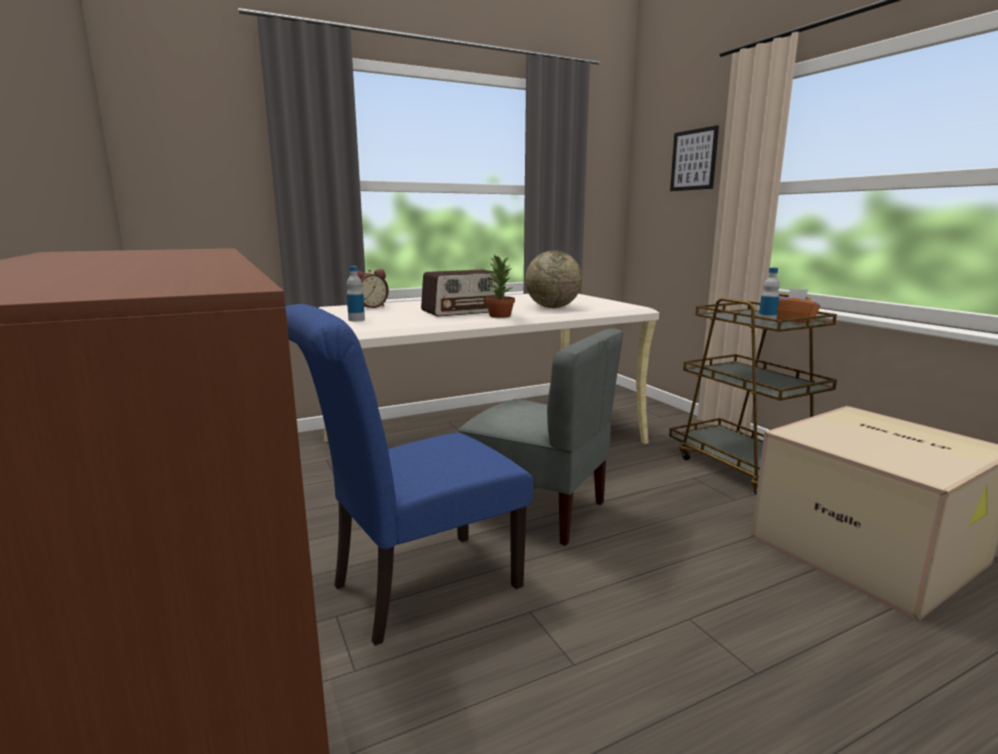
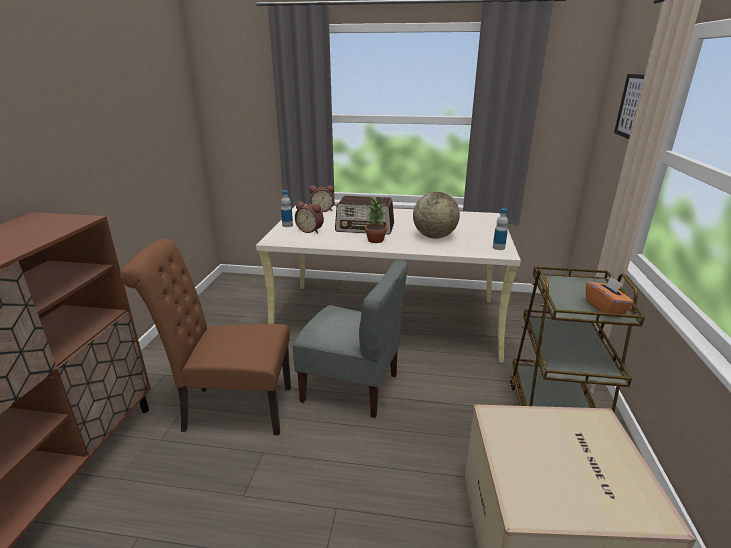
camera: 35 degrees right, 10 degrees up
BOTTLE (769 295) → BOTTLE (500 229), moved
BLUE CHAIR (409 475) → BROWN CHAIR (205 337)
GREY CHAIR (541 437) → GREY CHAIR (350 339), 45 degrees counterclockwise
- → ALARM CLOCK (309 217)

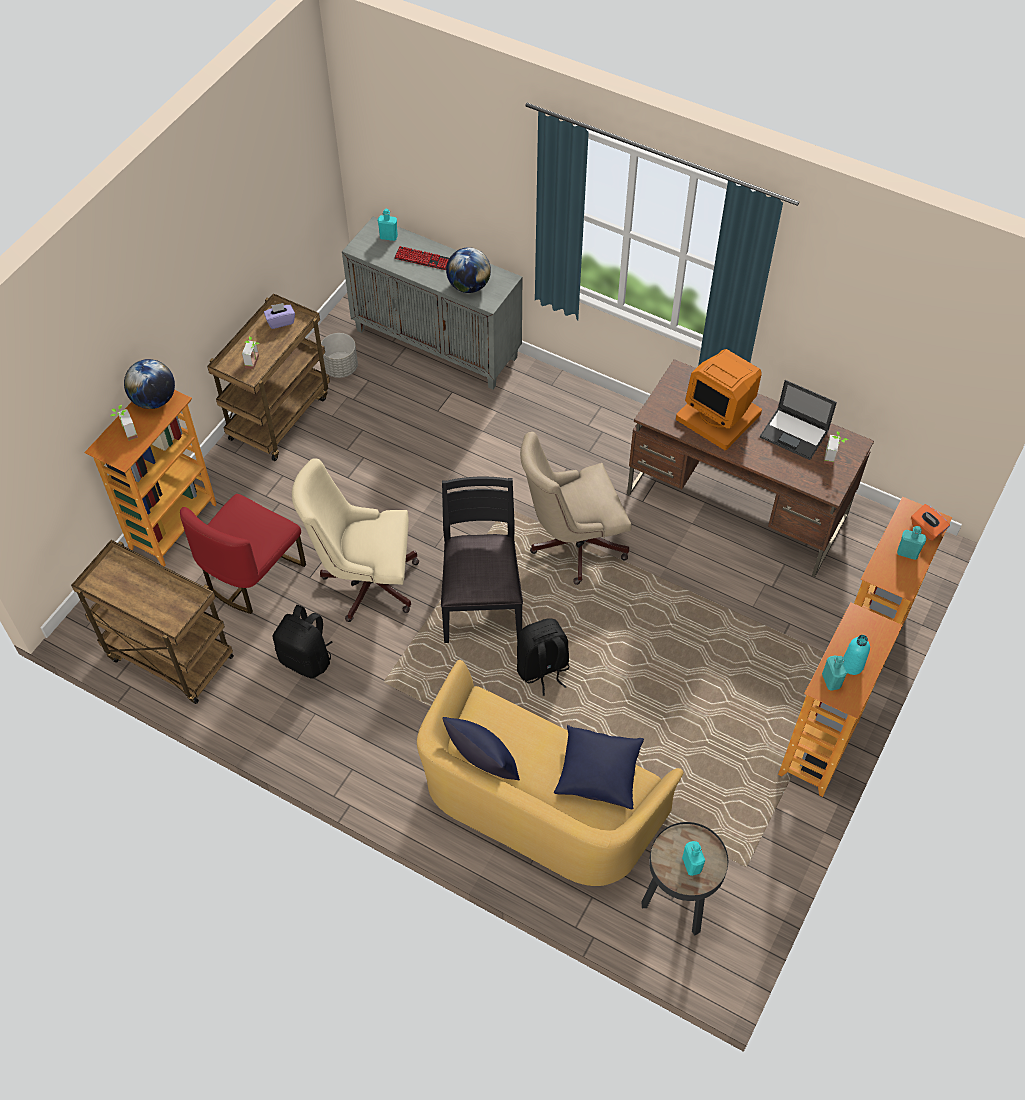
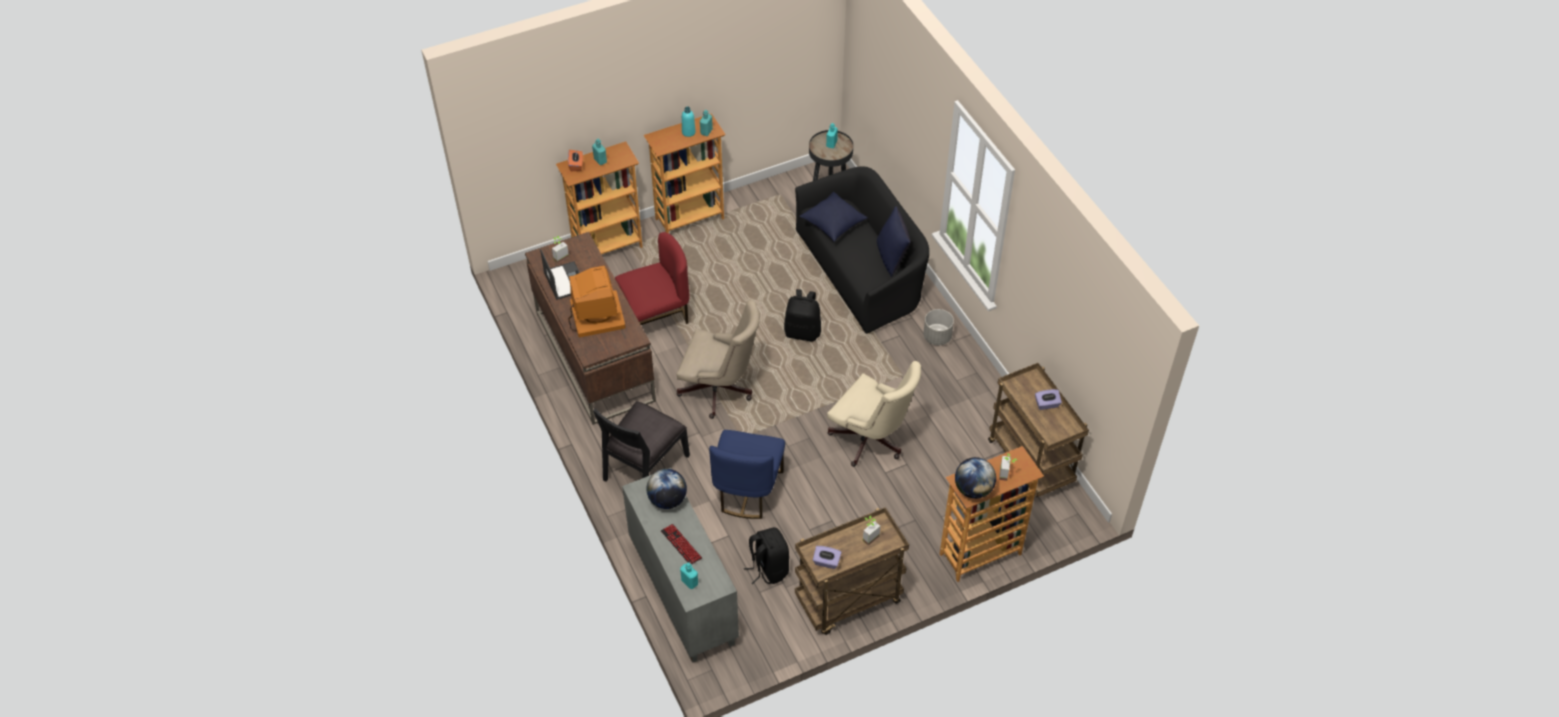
camera: 145 degrees left, 5 degrees down
GREY PLANTER (339 355) → GREY PLANTER (938 327), moved
BLACK CHAIR (482 560) → BLACK CHAIR (641 441), moved
RED CHAIR (243 554) → RED CHAIR (652 278), moved
BLACK BACKPACK (302 642) → BLACK BACKPACK (766 555), moved
YELLOW SOFA (550 773) → BLACK SOFA (862 250)
- → PURPLE TISSUE BOX (1048 399)
- → BLUE CHAIR (747 474)

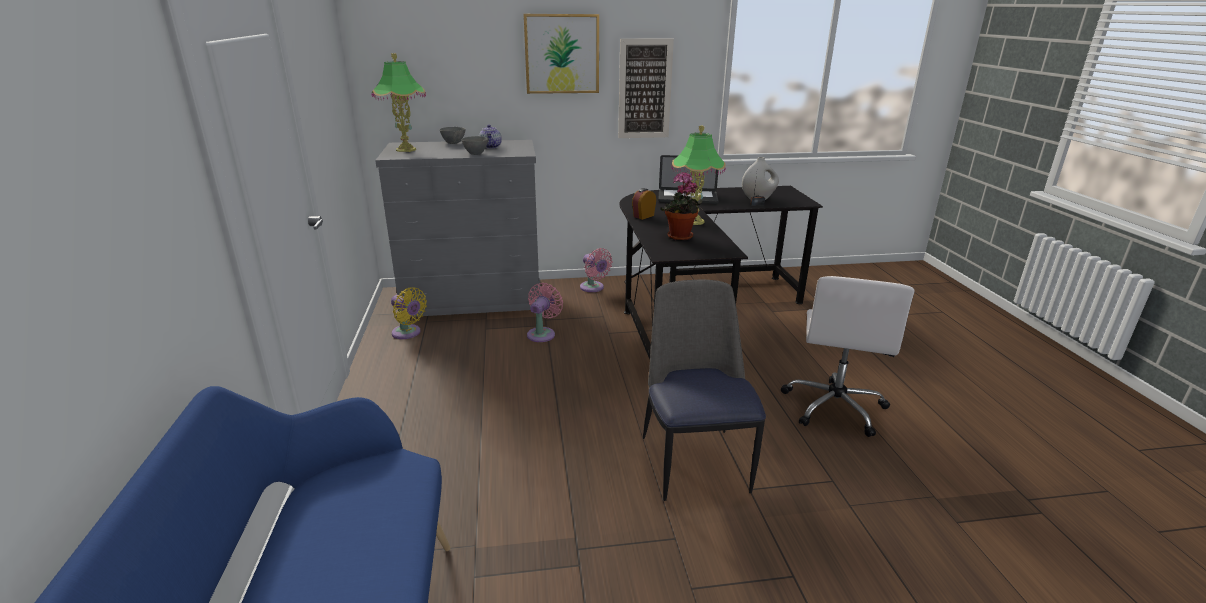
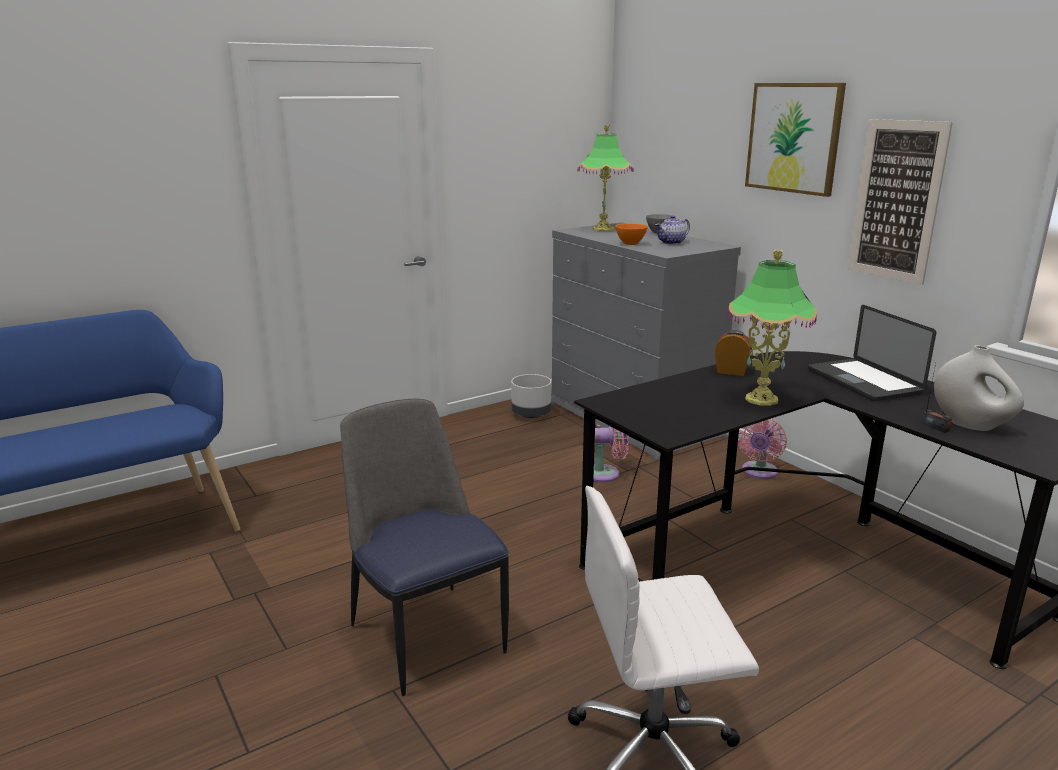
camera: 65 degrees right, 5 degrees down
GREY BOWL (474 145) → ORANGE BOWL (631 234)
POTTED PLANT (681 206) → -
CHAIR (704 390) → CHAIR (424 547), 90 degrees counterclockwise
YELLOW FAN (409 313) → GREY PLANTER (531 396)

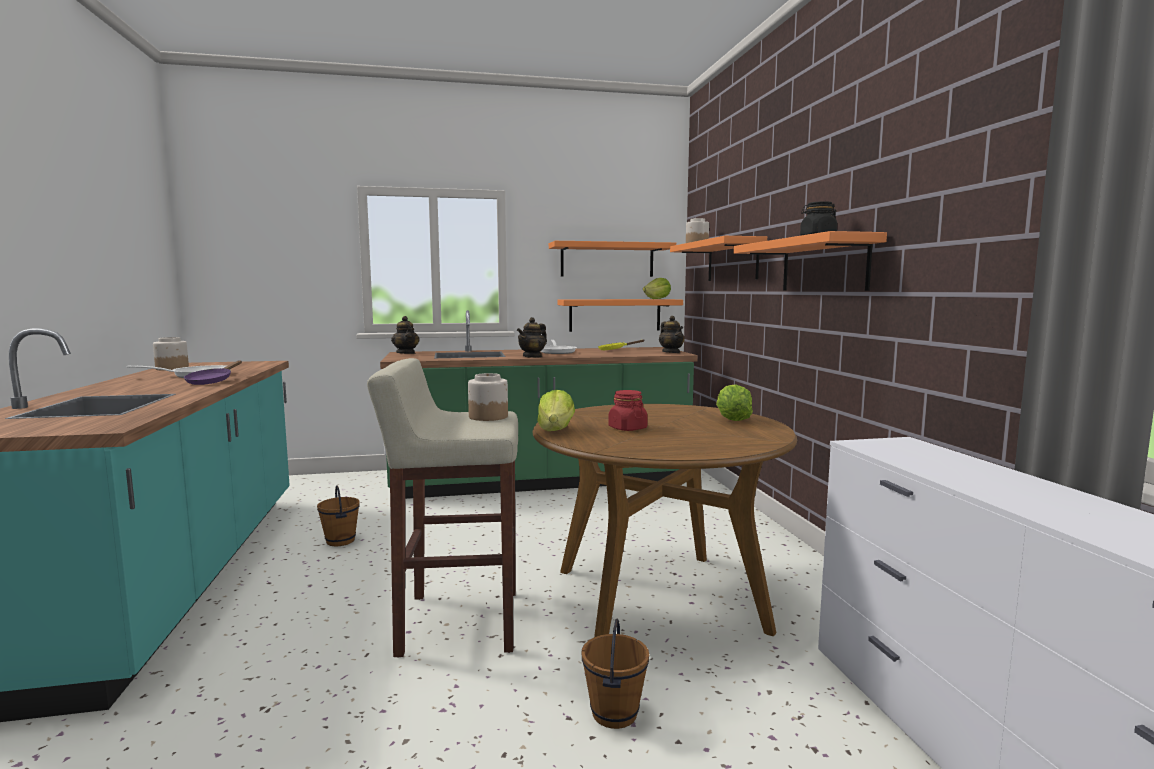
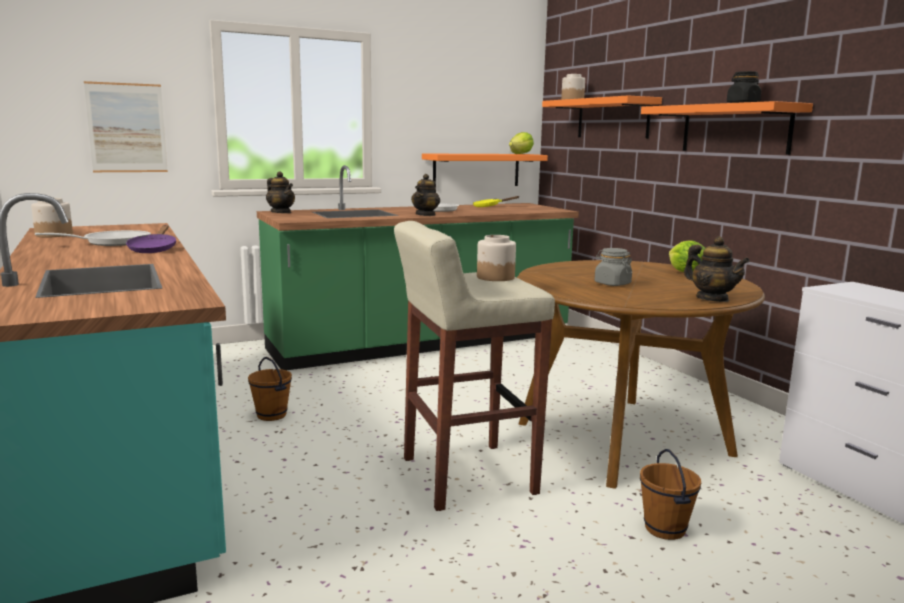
camera: 15 degrees left, 5 degrees up
ORANGE SHELF (612 259) → -
TEAPOT (672 334) → TEAPOT (717 269), moved
LETTUCE (556 410) → -
RED JAR (628 410) → GREY JAR (613 267)
- → PICTURE (126 126)

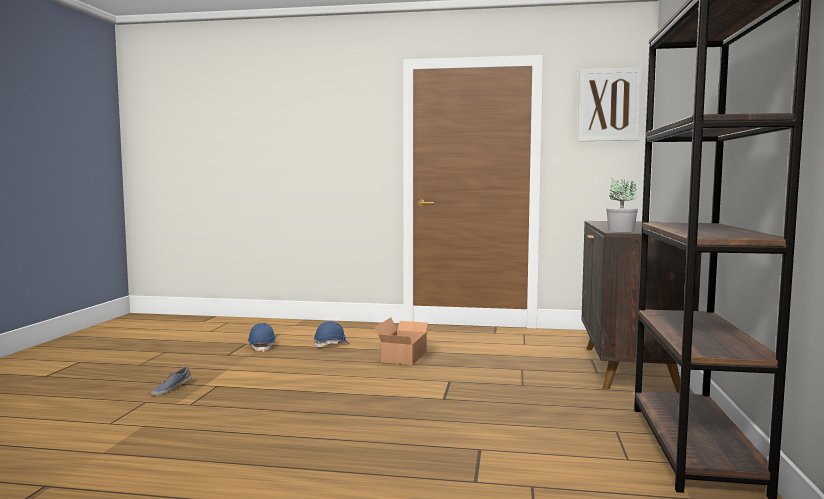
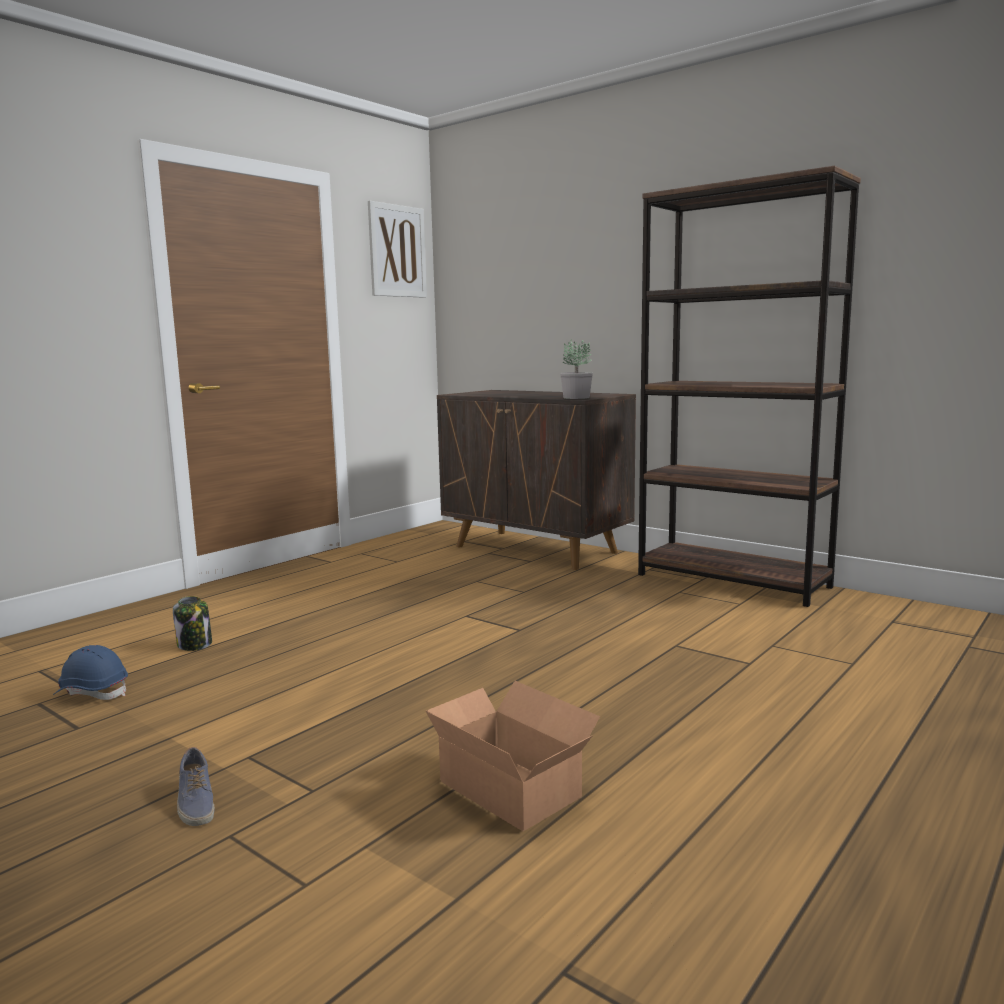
camera: 60 degrees left, 5 degrees up
CARDBOARD BOX (405 341) → CARDBOARD BOX (512 756), moved
BLUE HARD HAT (332 334) → JAR (192 623)

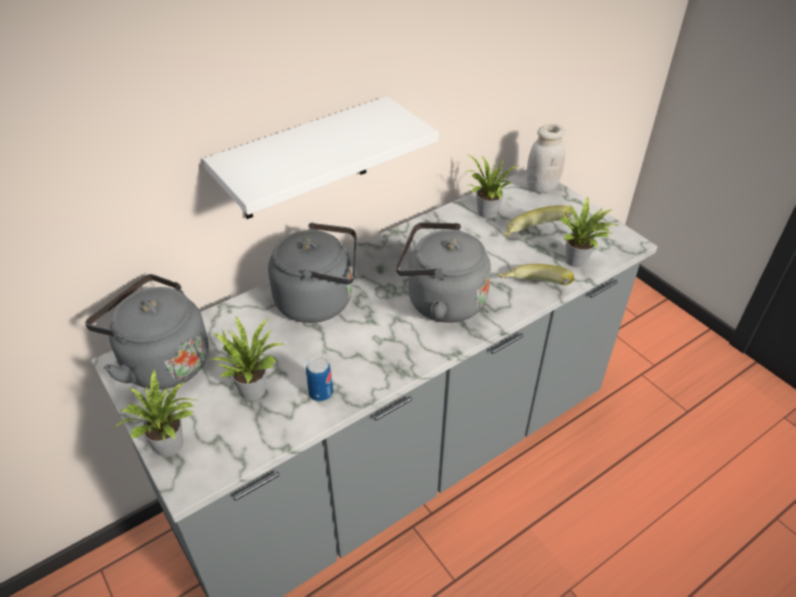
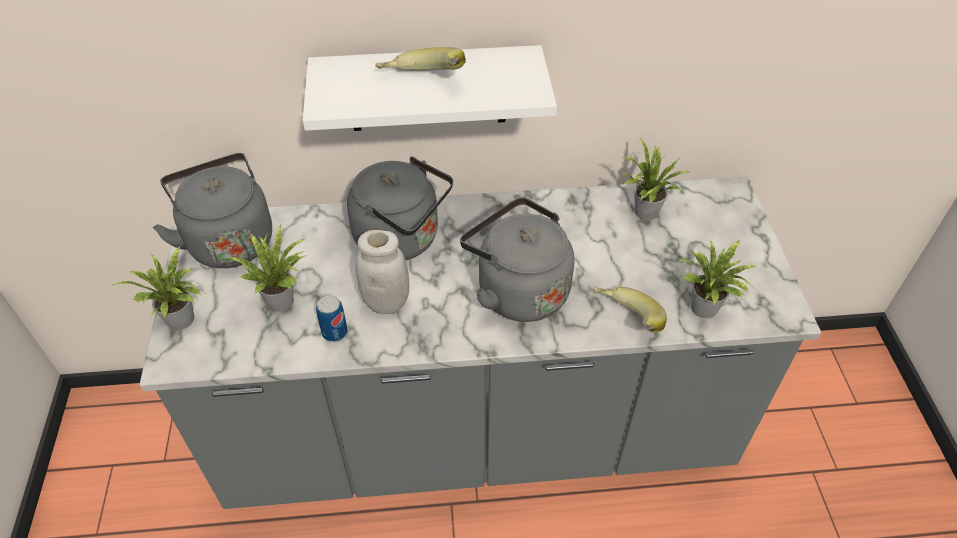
camera: 30 degrees right, 5 degrees up
WHITE JAR (545 158) → WHITE JAR (382 272), moved
BANANA (537 220) → BANANA (420 59), moved

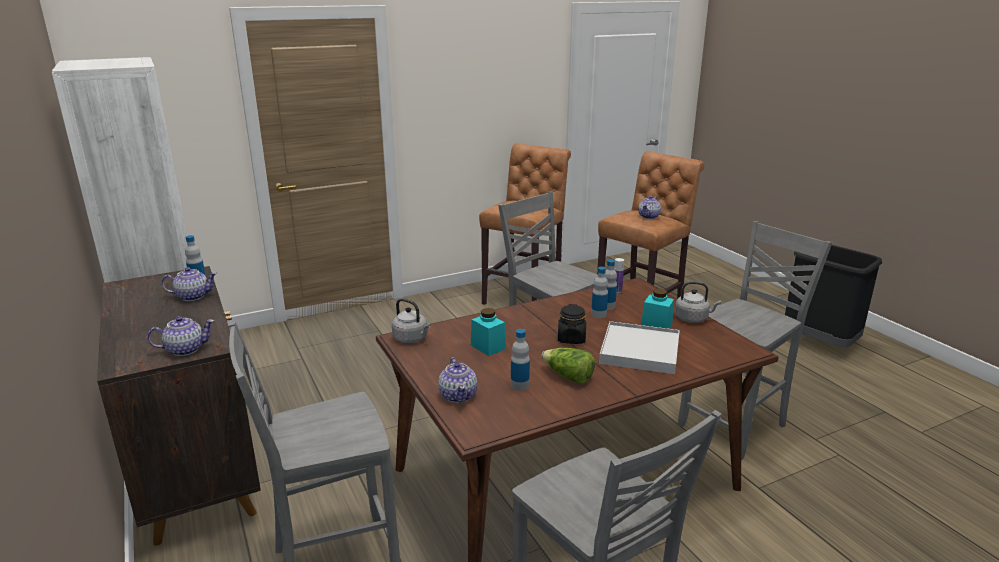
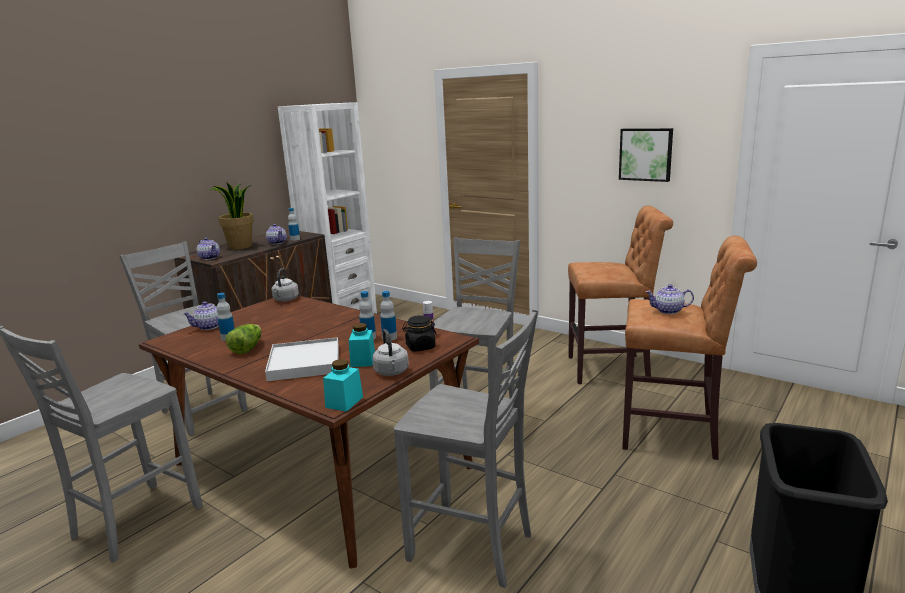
camera: 65 degrees right, 5 degrees down
BLACK JAR (572 324) → BLACK JAR (419 333), moved
TURQUOISE JAR (488 332) → TURQUOISE JAR (343 385), moved
- → PICTURE (646 155)
- → POTTED PLANT (231 216)

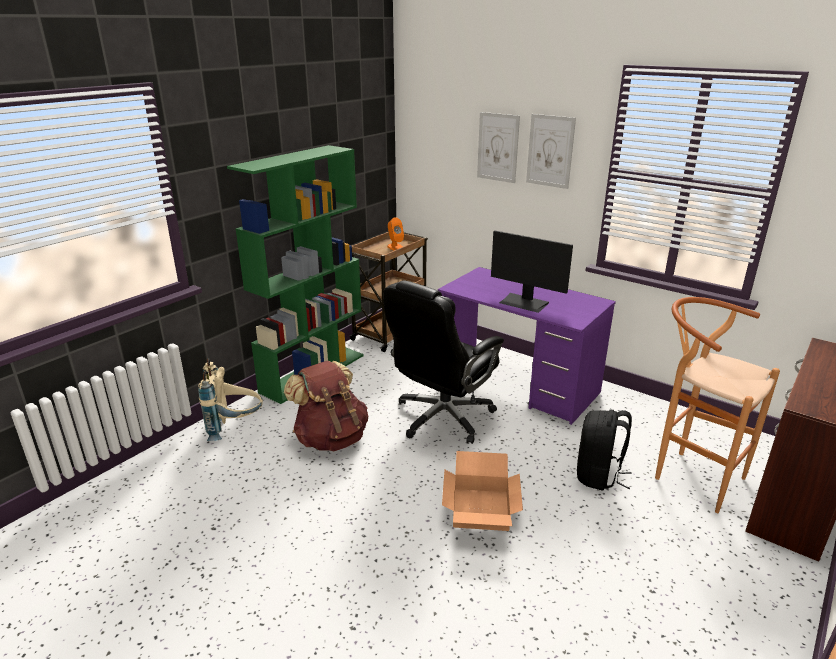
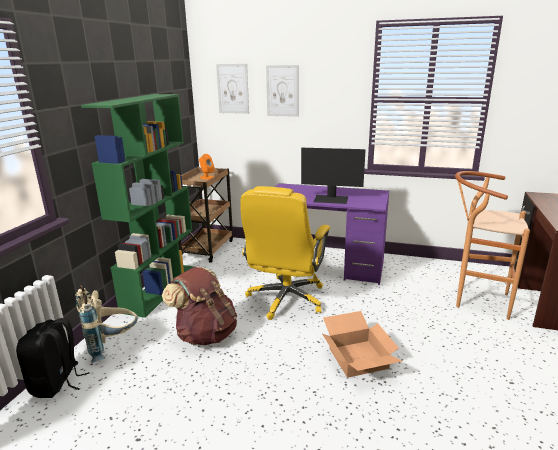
camera: 20 degrees left, 5 degrees down
PICTURE (551 151) → PICTURE (232 89), moved
BLACK OFFICE CHAIR (443 362) → YELLOW OFFICE CHAIR (285 253)
BLACK BACKPACK (604 450) → BLACK BACKPACK (53 358), moved

